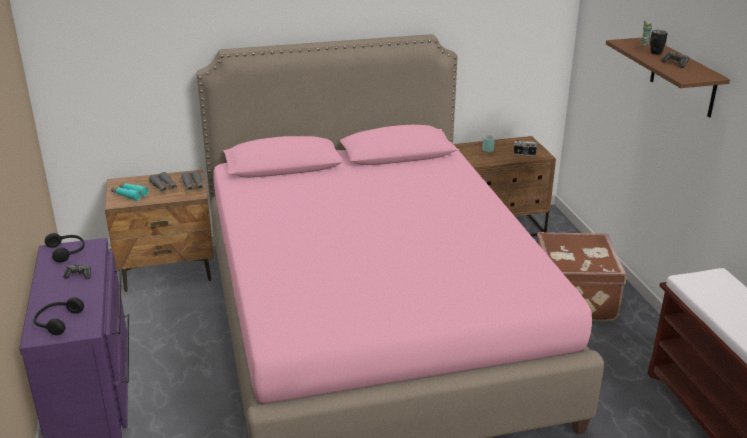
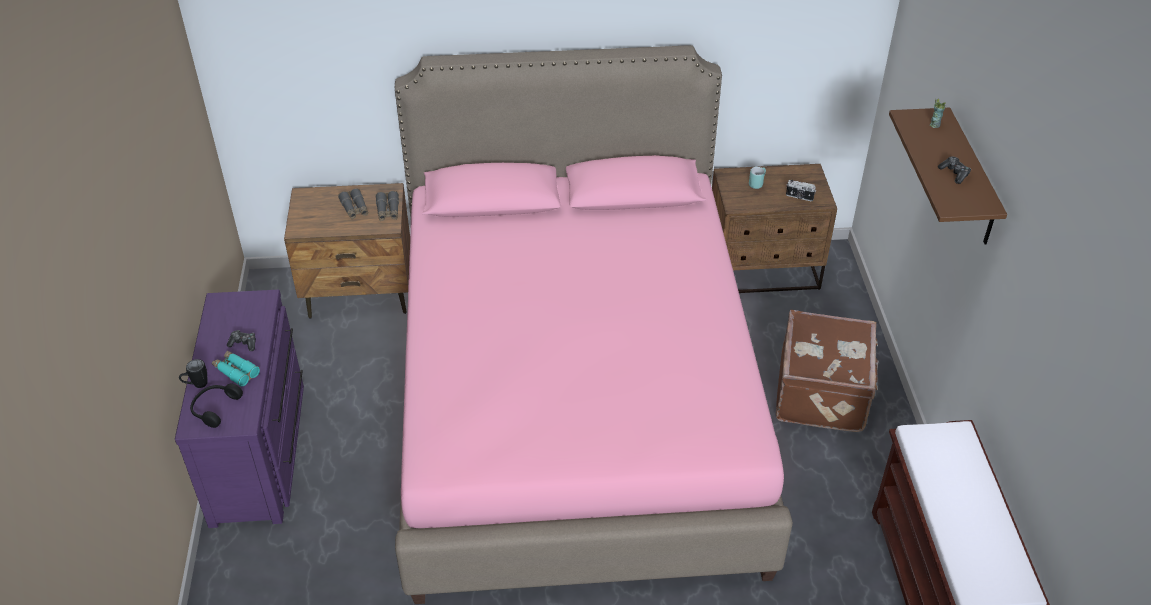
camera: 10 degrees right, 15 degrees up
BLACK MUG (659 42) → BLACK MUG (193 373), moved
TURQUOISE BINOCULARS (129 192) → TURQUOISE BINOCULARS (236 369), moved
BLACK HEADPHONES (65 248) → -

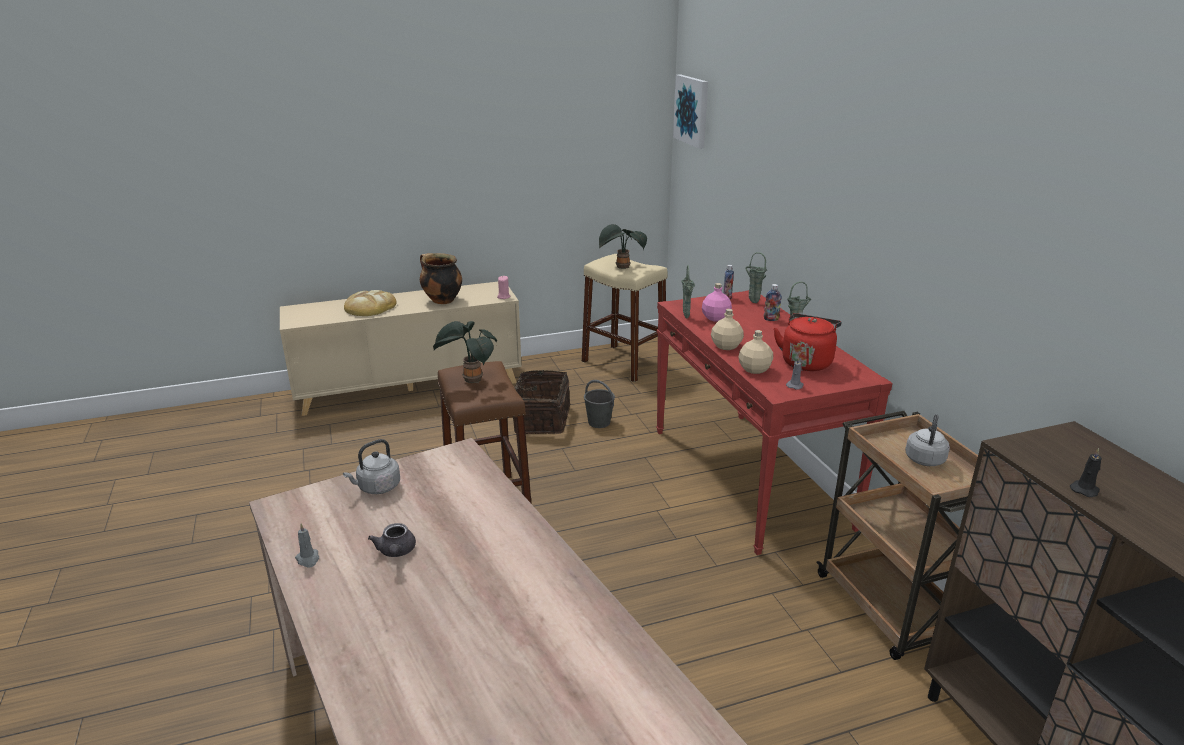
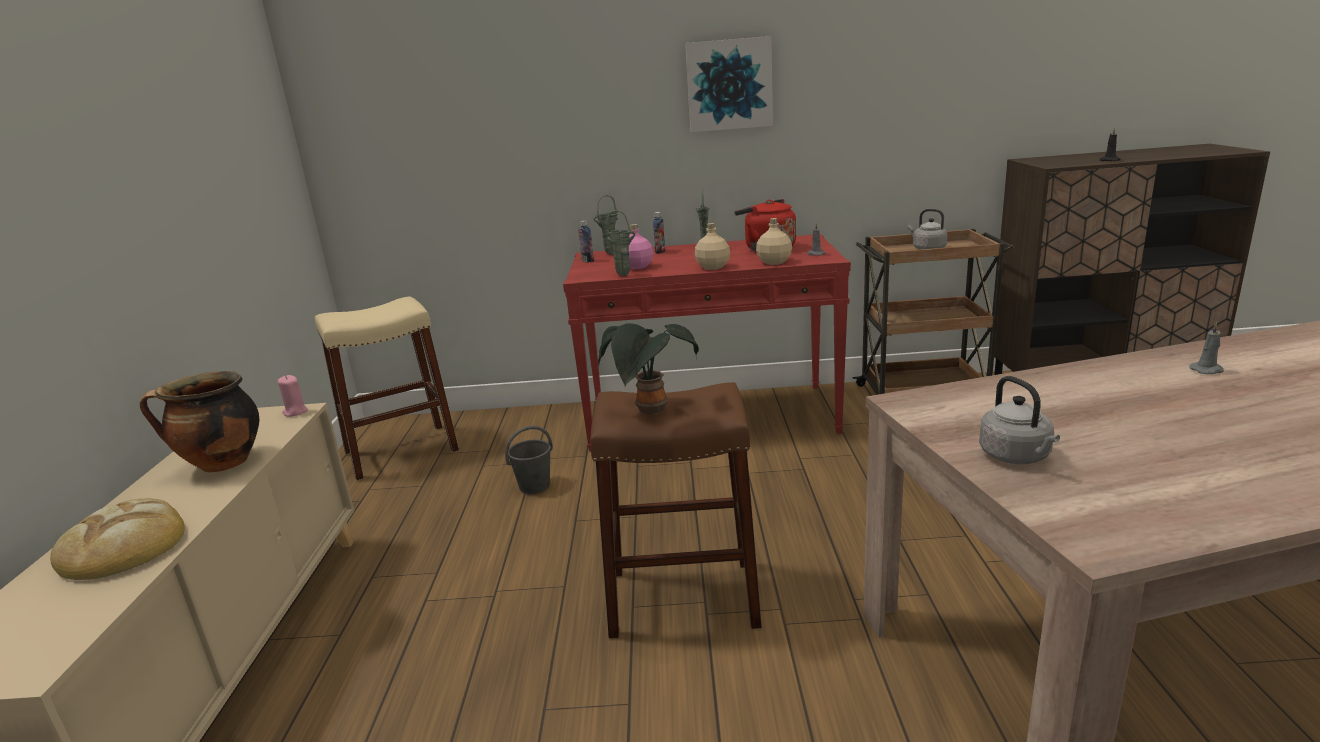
camera: 70 degrees left, 5 degrees down
PICTURE (690 112) → PICTURE (729 84), moved
POTTED PLANT (623 246) → -
BASKET (541 402) → -
GREY TEAPOT (392 540) → -
GREY CANDLE (307 546) → GREY CANDLE (1206 348), moved

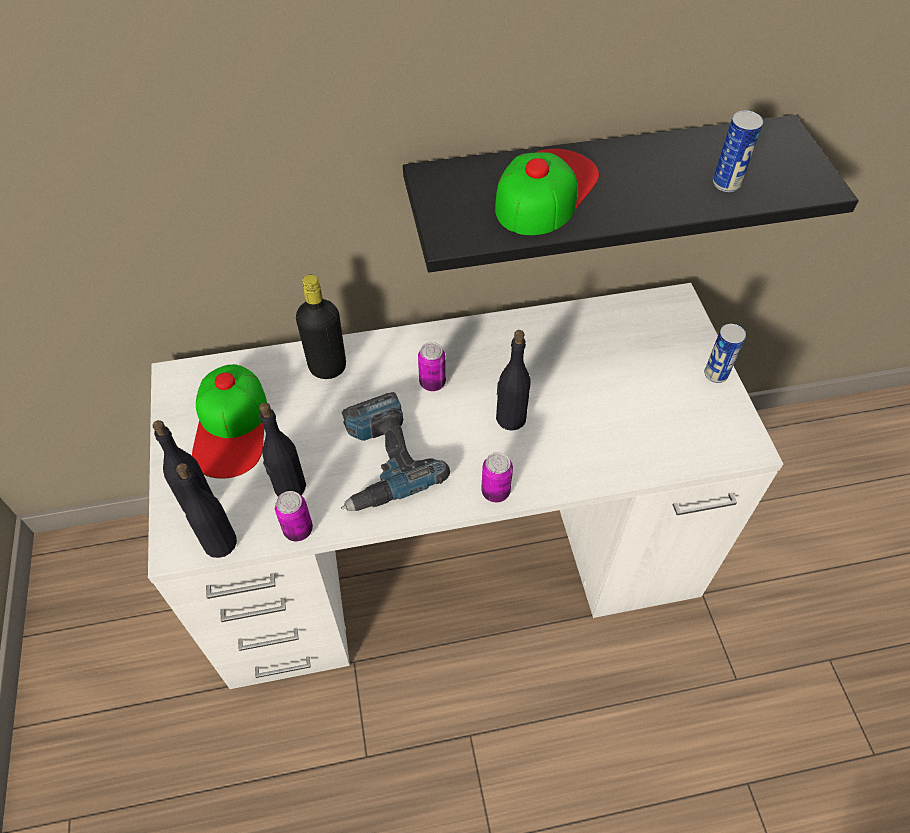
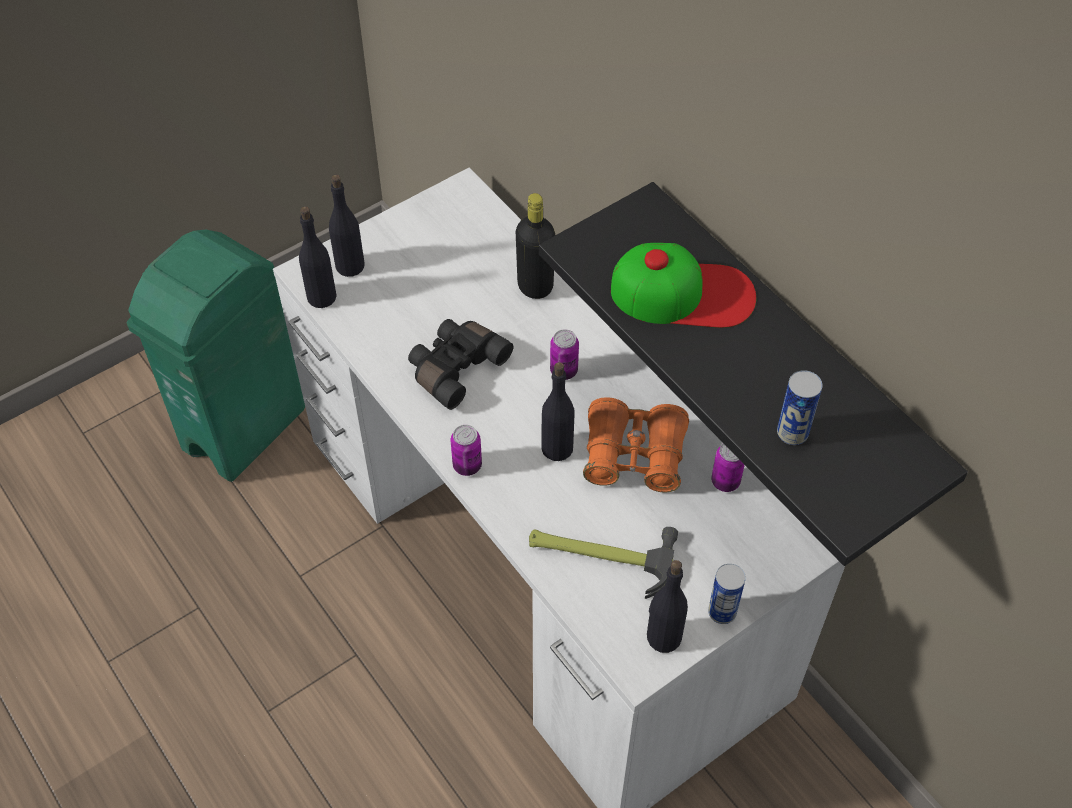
camera: 65 degrees right, 0 degrees up
CAP (229 421) → -
POWER DRILL (395 451) → BLACK BINOCULARS (461 364)
BLACK BOTTLE (282 450) → BLACK BOTTLE (667 606), moved
CAN (294 516) → CAN (728 467), moved
- → GREEN TRASH CAN (215 356)
- → ORANGE BINOCULARS (636 444)
- → HAMMER (603 563)

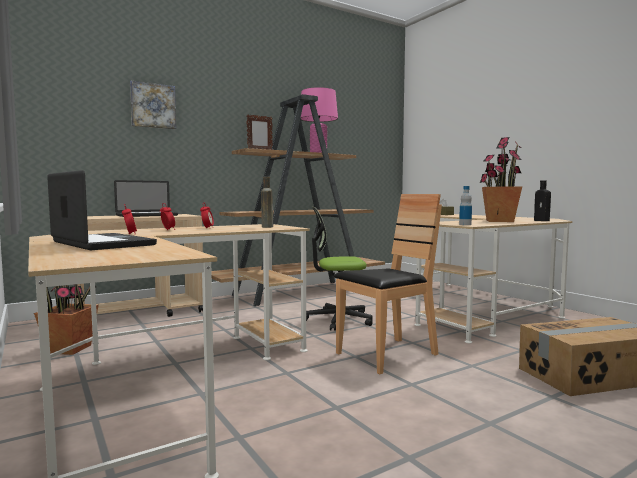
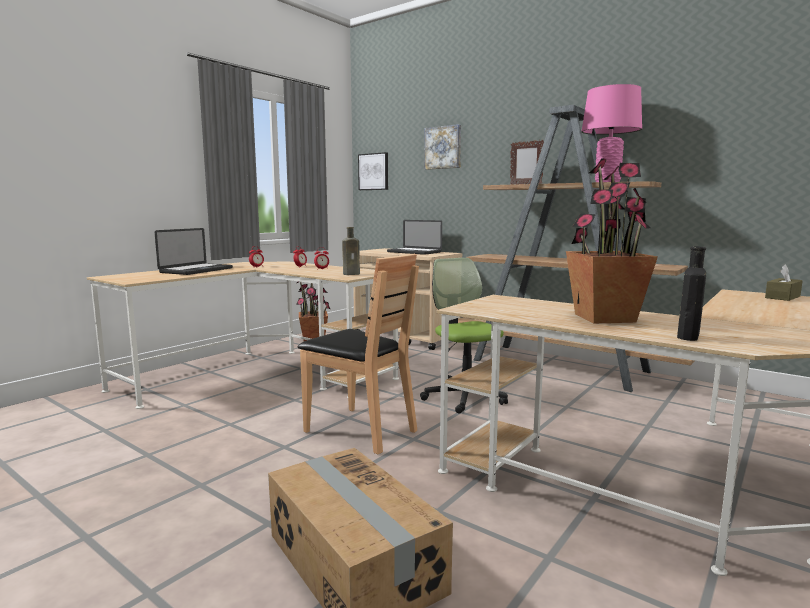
camera: 70 degrees right, 5 degrees up
BOTTLE (465 205) → -
- → PICTURE (373 171)

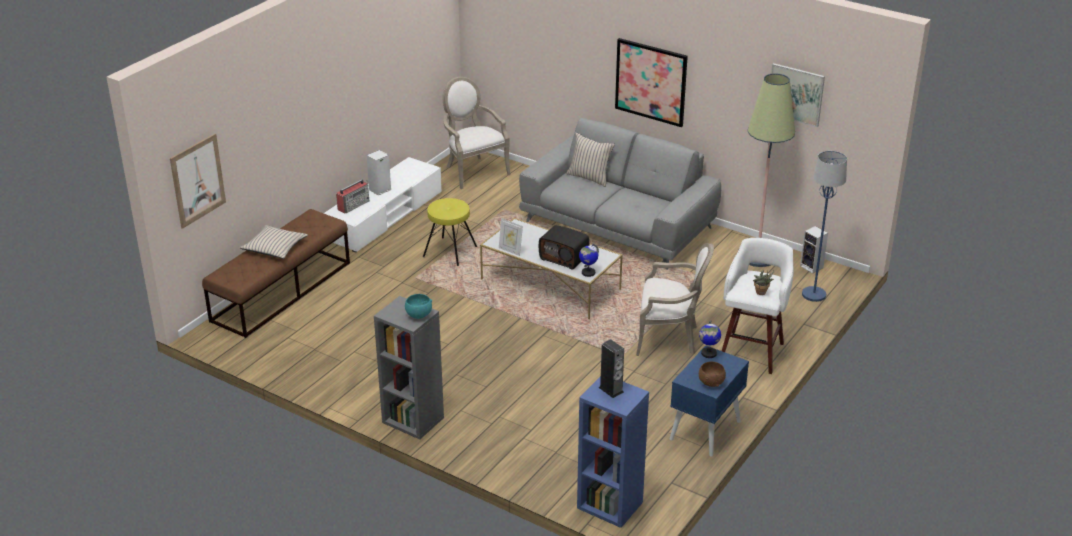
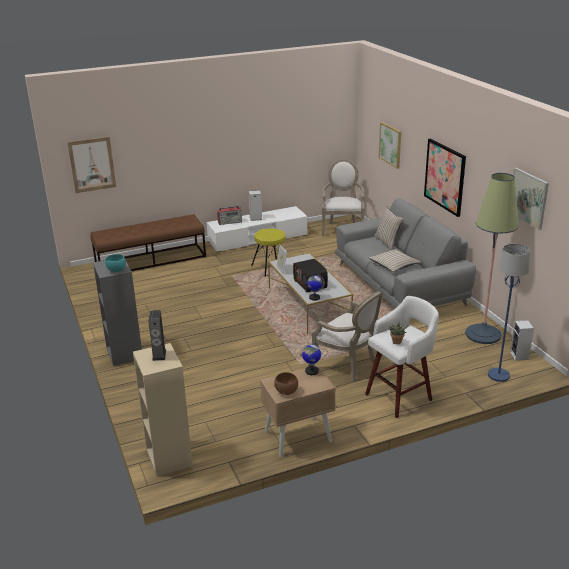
camera: 35 degrees right, 5 degrees down
BEIGE PILLOW (274 242) → BEIGE PILLOW (394 260), moved
BLUE NIGHTSTAND (709 401) → BEIGE NIGHTSTAND (298 411)
BLUE BOOKCASE (613 452) → BEIGE BOOKCASE (163 409)
- → PICTURE (390 145)

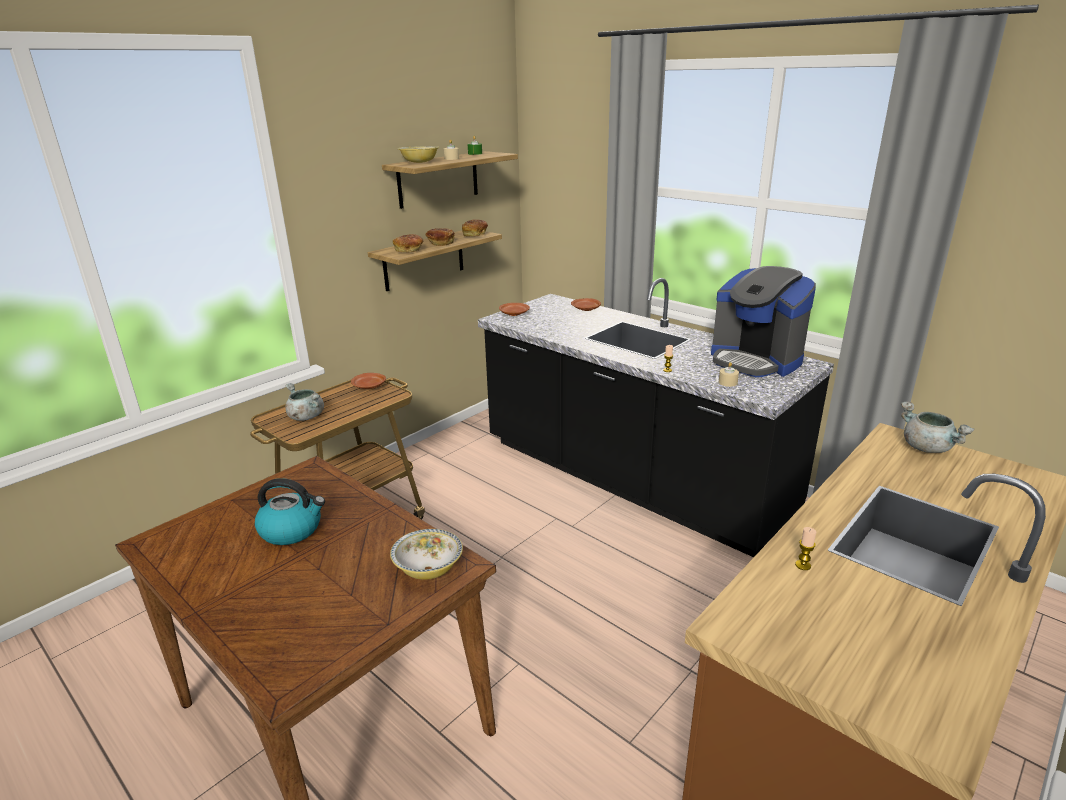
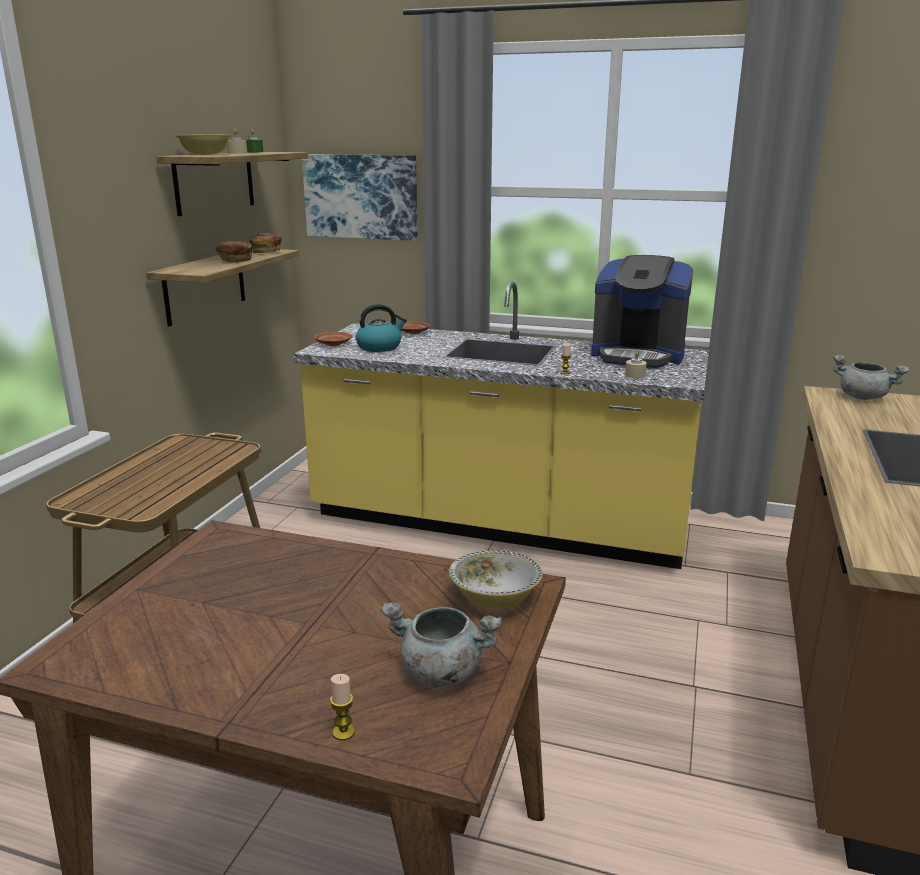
camera: 25 degrees left, 5 degrees down
BREAD (408 243) → -
BLACK COUNTER (656 417) → YELLOW COUNTER (501 425)
BROWN PLATE (368 381) → -
GREY COOKING POT (304 402) → GREY COOKING POT (441 644), moved
KETTLE (290 511) → KETTLE (381 328), moved
CANDLE (805 548) → CANDLE (342 707), moved
- → PICTURE (360 197)

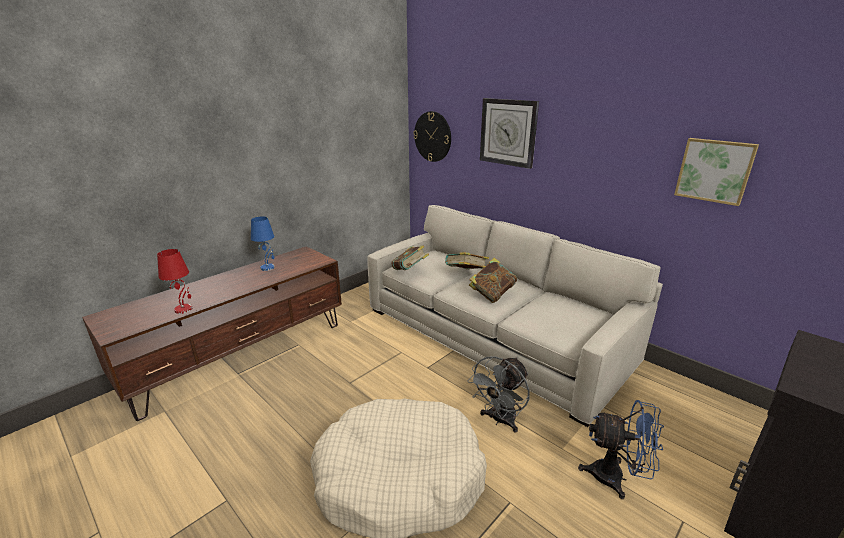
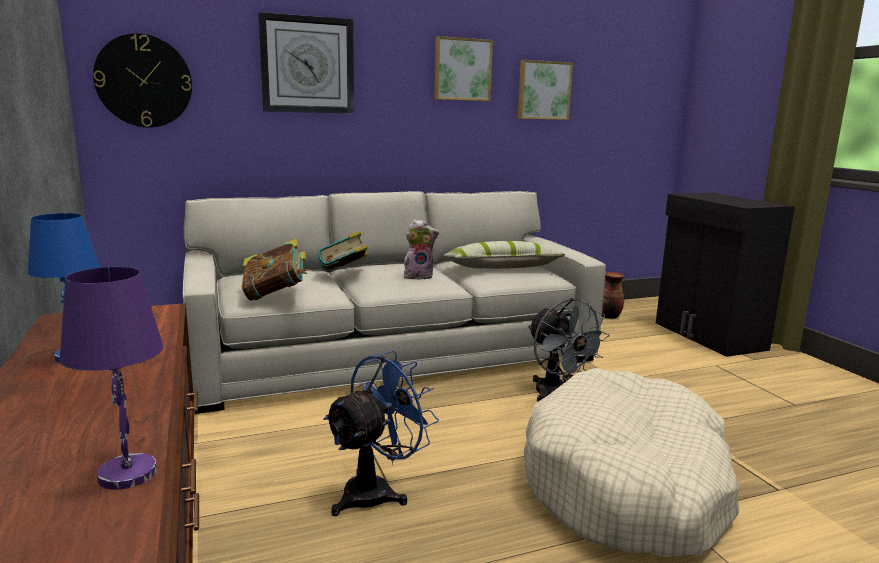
camera: 65 degrees left, 10 degrees down
RED TABLE LAMP (174 281) → PURPLE TABLE LAMP (111 378)
BOOK (493 280) → PLUSH TOY (421 249)
BLUE FAN (621 449) → BLUE FAN (381 433), moved
- → PICTURE (463 68)
- → PILLOW (504 255)
- → VASE (613 295)

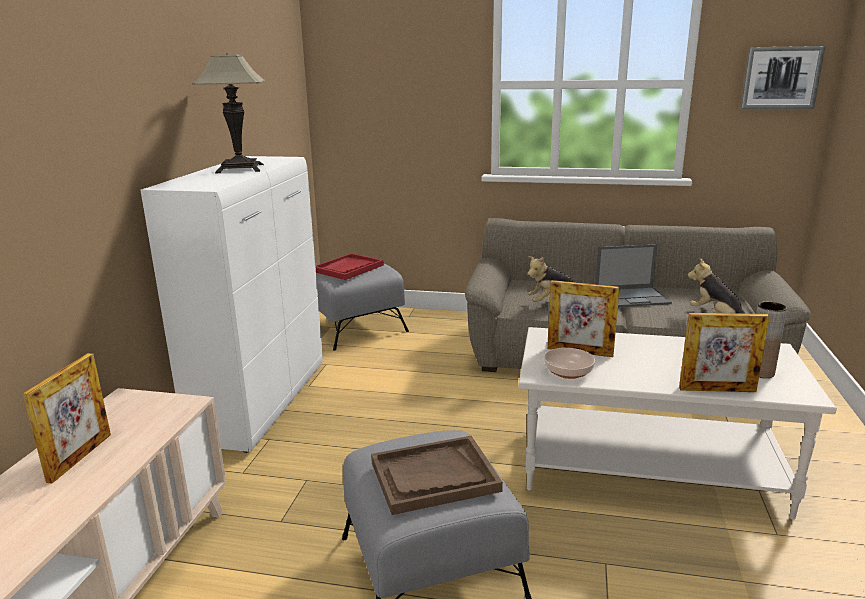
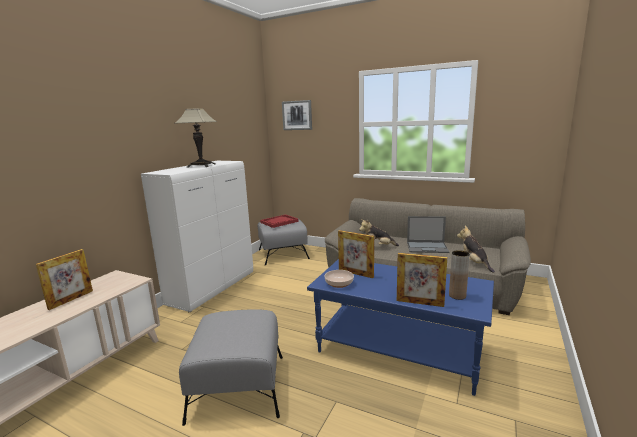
camera: 15 degrees right, 5 degrees down
PICTURE (783 77) → PICTURE (297 115), moved
WHITE COFFEE TABLE (678 423) → BLUE COFFEE TABLE (400 327)
BROWN TRAY (437 475) → -

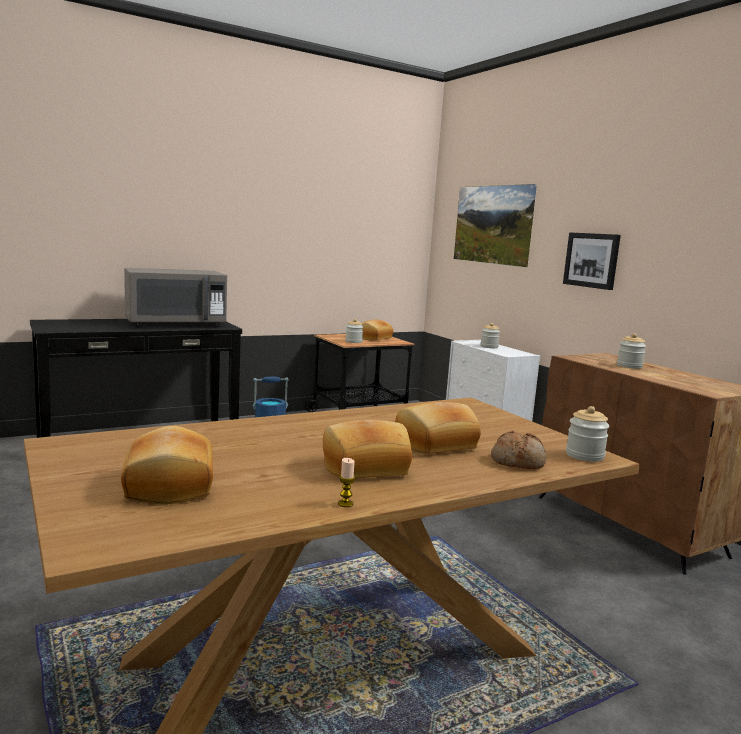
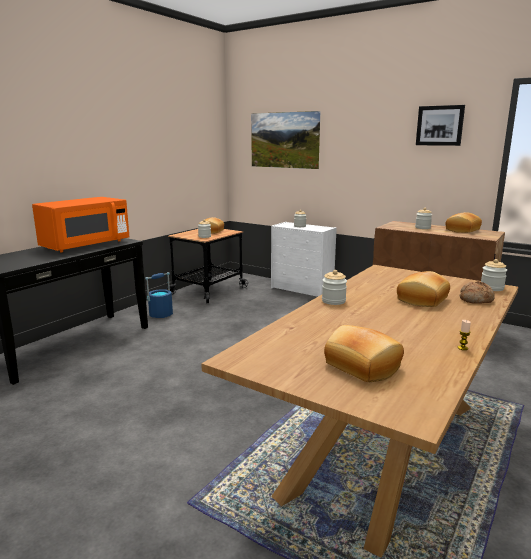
camera: 25 degrees left, 5 degrees up
PICTURE (592 261) → PICTURE (440 125), moved
GREY MICROWAVE (175 297) → ORANGE MICROWAVE (80 224)
BREAD (367 449) → BREAD (464 222), moved
- → JAR (334 287)

